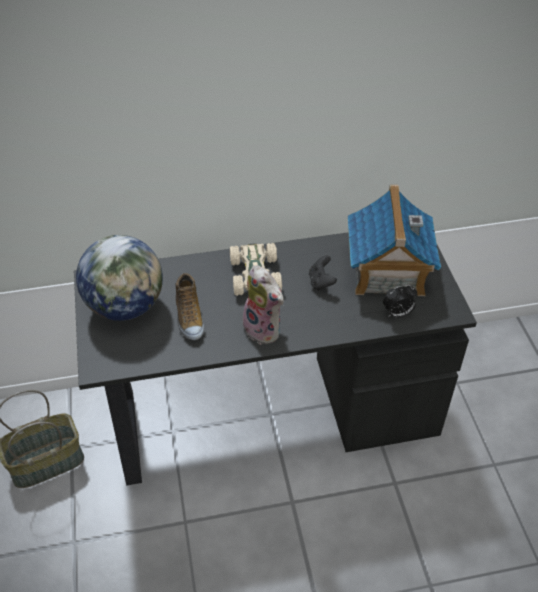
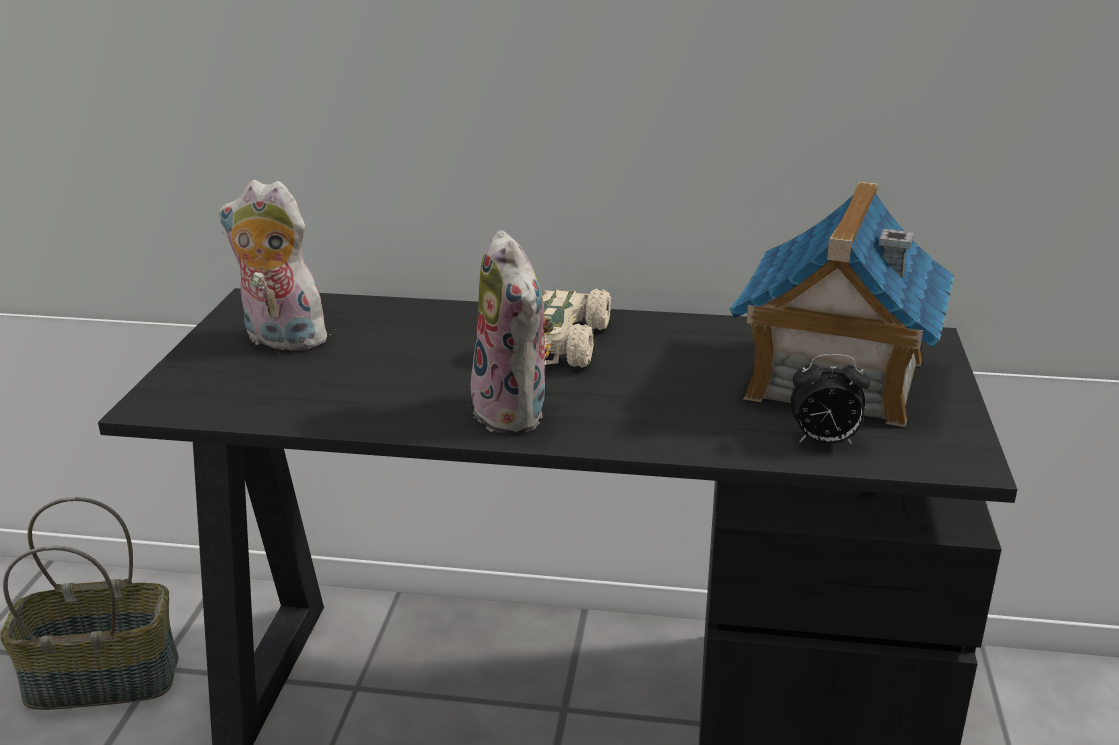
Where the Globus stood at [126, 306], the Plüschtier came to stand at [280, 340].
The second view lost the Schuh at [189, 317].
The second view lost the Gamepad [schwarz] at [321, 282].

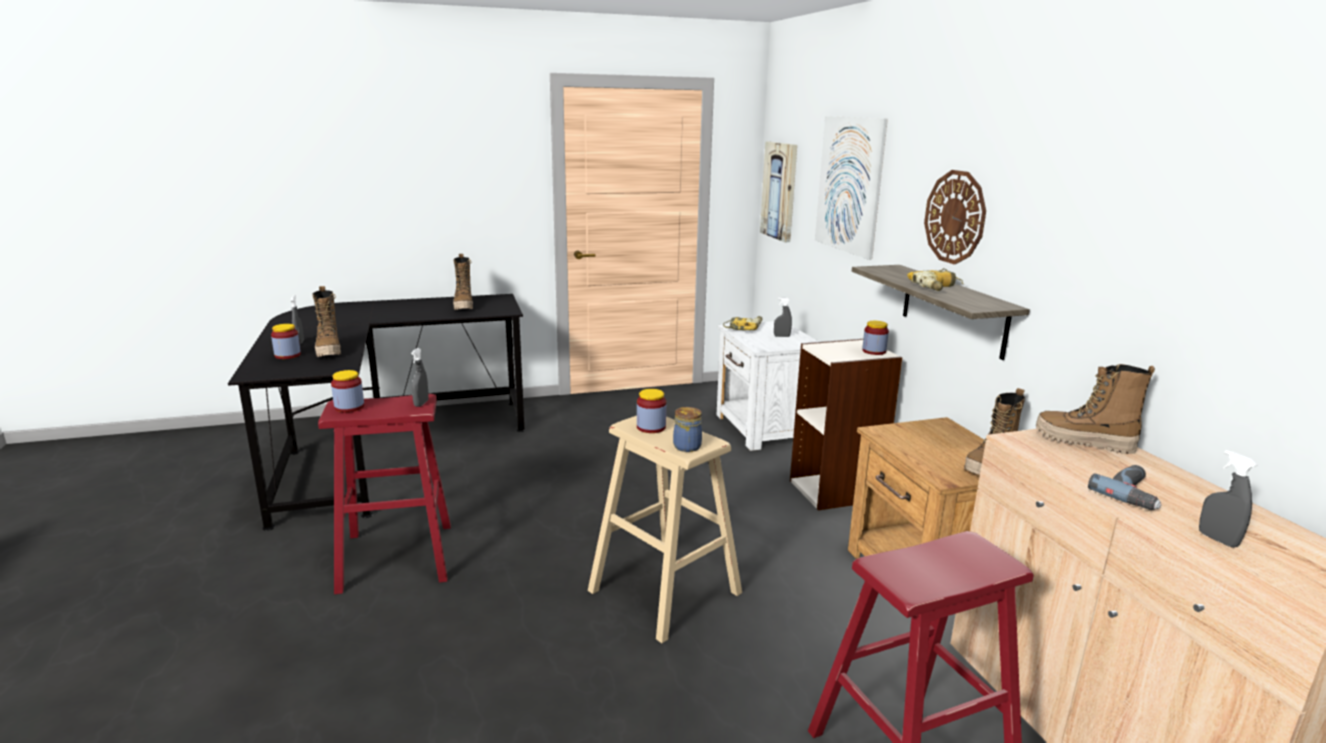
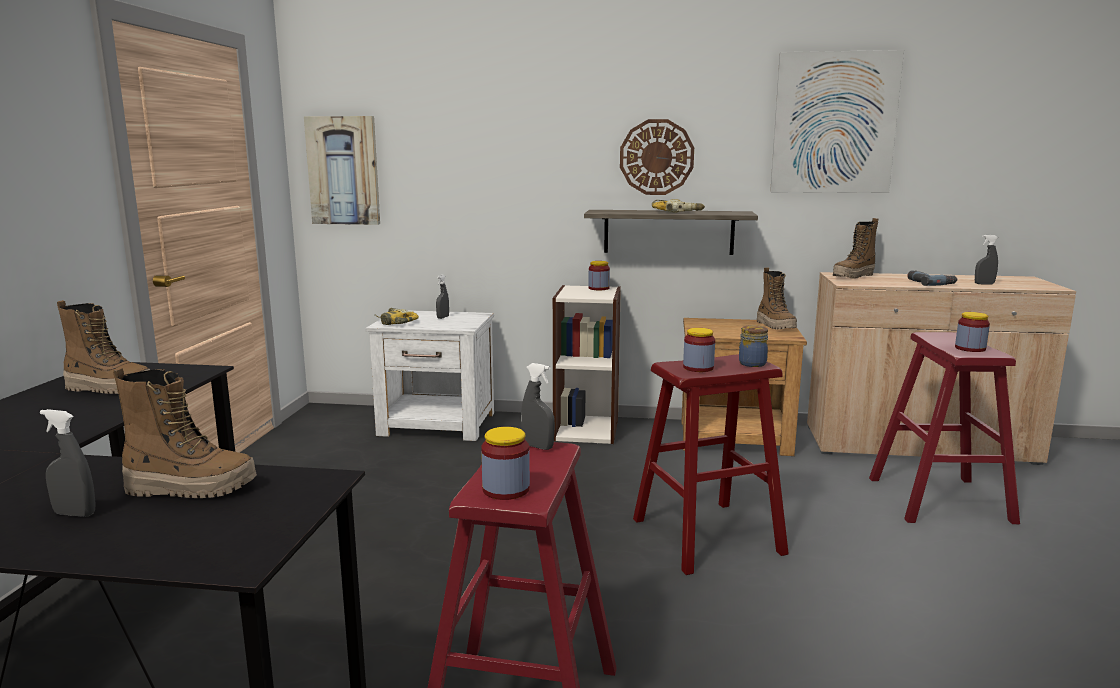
The Vorratsglas ended up elsewhere, having gone from [287, 355] to [970, 348].
What was the Hocker [beige] at [665, 592] turned into the Hocker [rot] at [707, 536].
The Bild ended up elsewhere, having gone from [849, 185] to [834, 123].

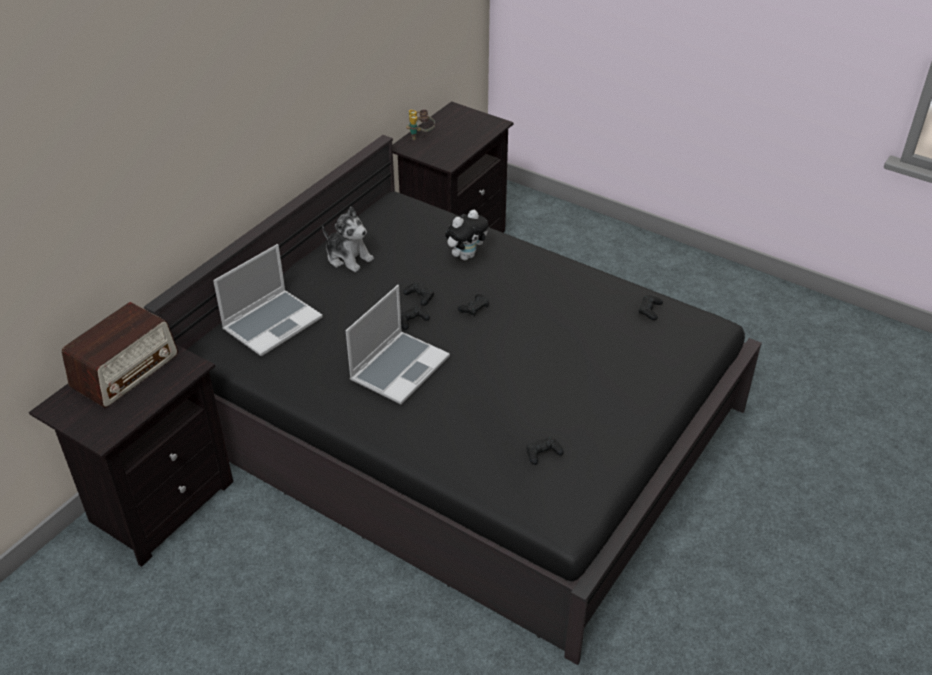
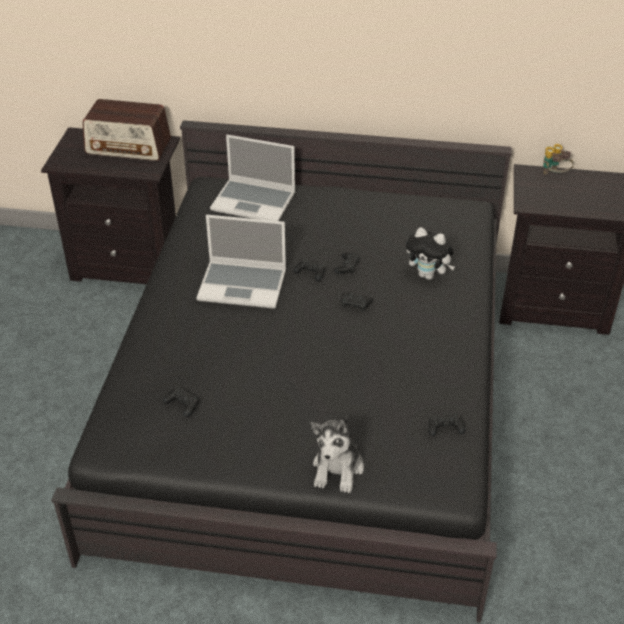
The Plüschtier ended up elsewhere, having gone from [348, 257] to [338, 468].

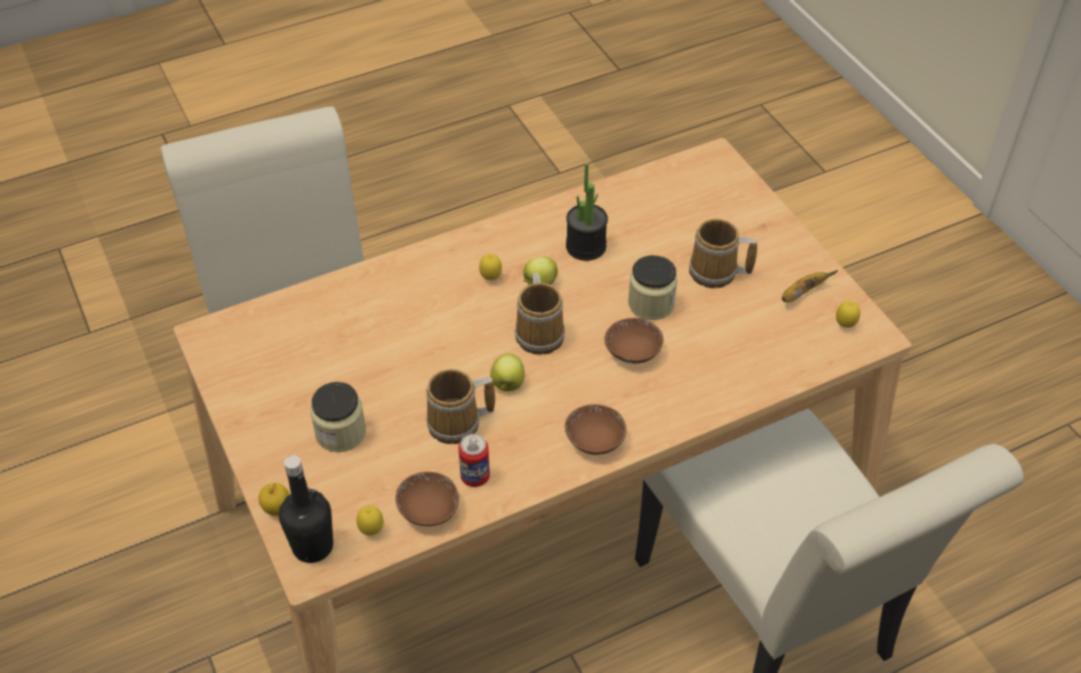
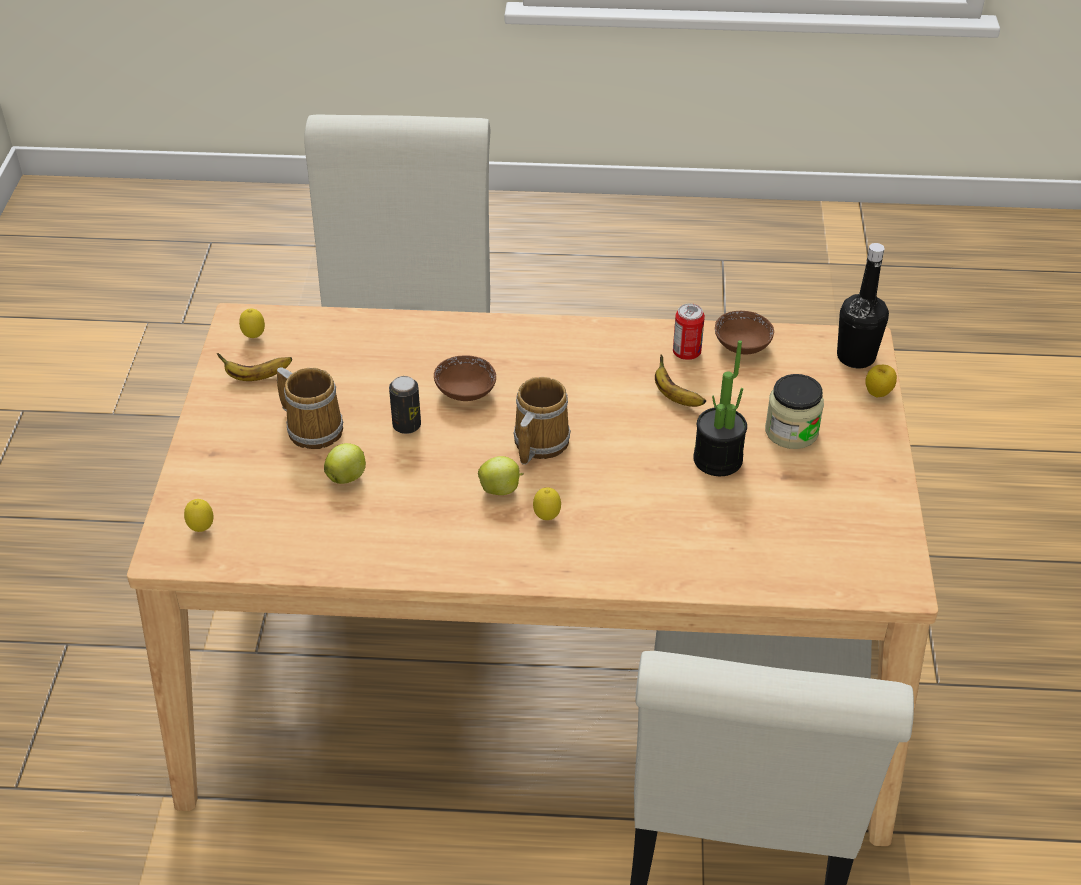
The Zitrone ended up elsewhere, having gone from [371, 531] to [202, 529].
Where the Henkelbecher stood at [458, 424], the Banane came to stand at [675, 397].
The Apfel ended up elsewhere, having gone from [507, 384] to [347, 477].
The second view lost the Schüssel [braun] at [594, 440].
The Topfpflanze ended up elsewhere, having gone from [586, 246] to [717, 459].
Where the Vorratsglas stood at [651, 304], the Dose came to stand at [406, 425].

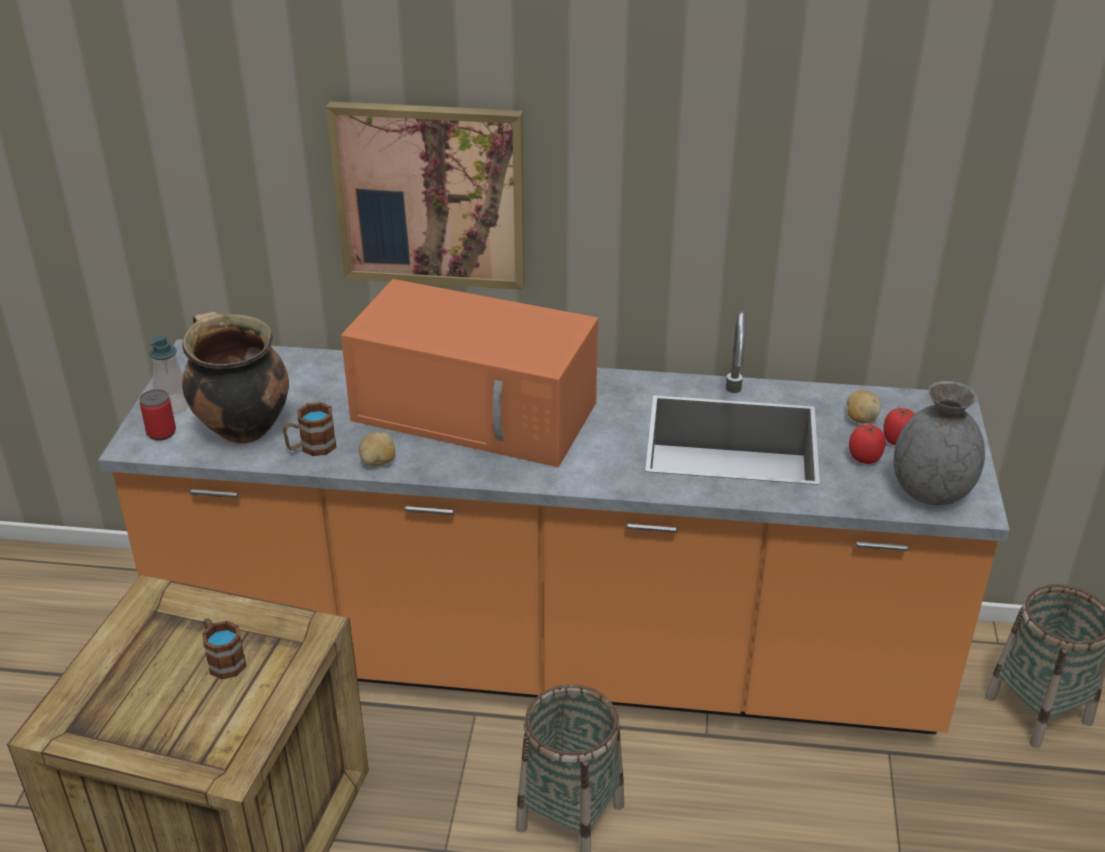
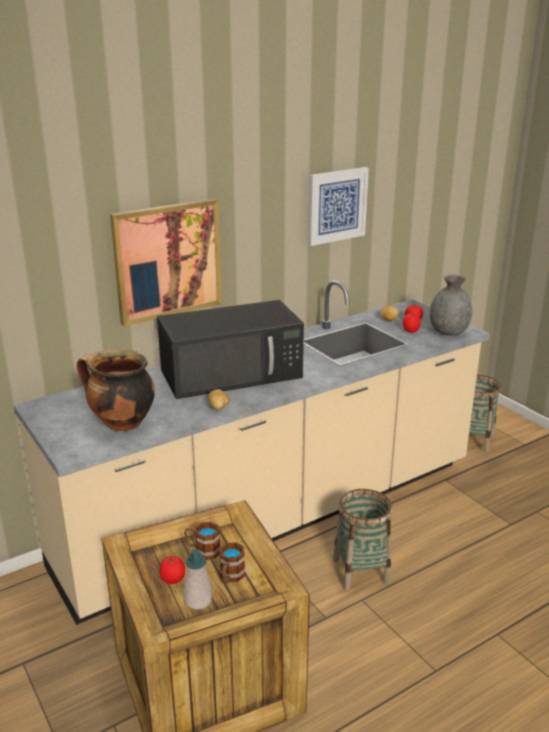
What was the Küchenzeile [orange] at [552, 658] turned into the Küchenzeile [beige] at [274, 516].
The second view lost the Dose at [161, 432].
The Seifenspender ended up elsewhere, having gone from [174, 405] to [198, 601].
The Henkelbecher ended up elsewhere, having gone from [311, 448] to [230, 577].
What was the Mikrowelle [orange] at [478, 411] turned into the Mikrowelle [schwarz] at [233, 373].
The second view gained the Tomate at [173, 580].
The second view gained the Bild at [336, 205].

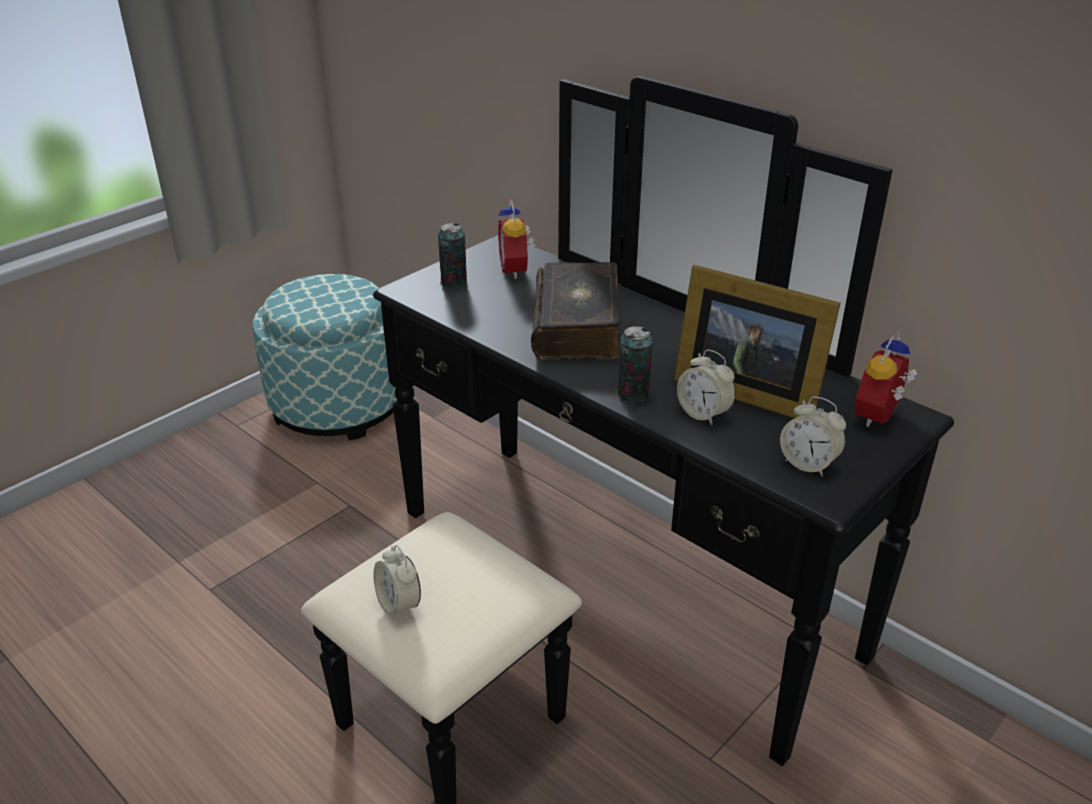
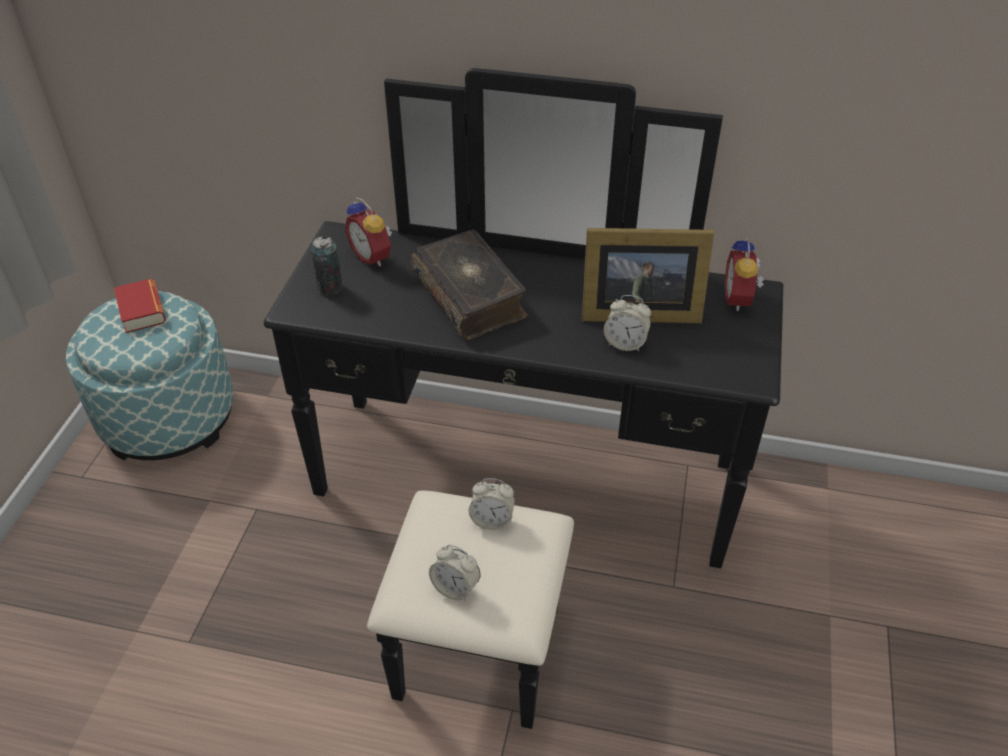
The second view lost the Dose at [633, 394].
The Wecker ended up elsewhere, having gone from [808, 464] to [492, 520].
The second view gained the Buch at [142, 310].

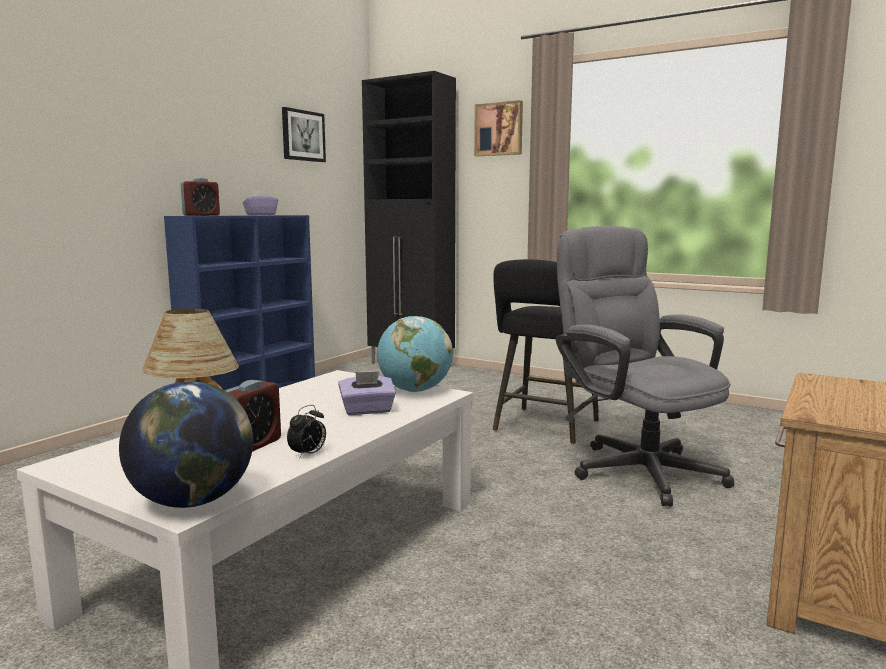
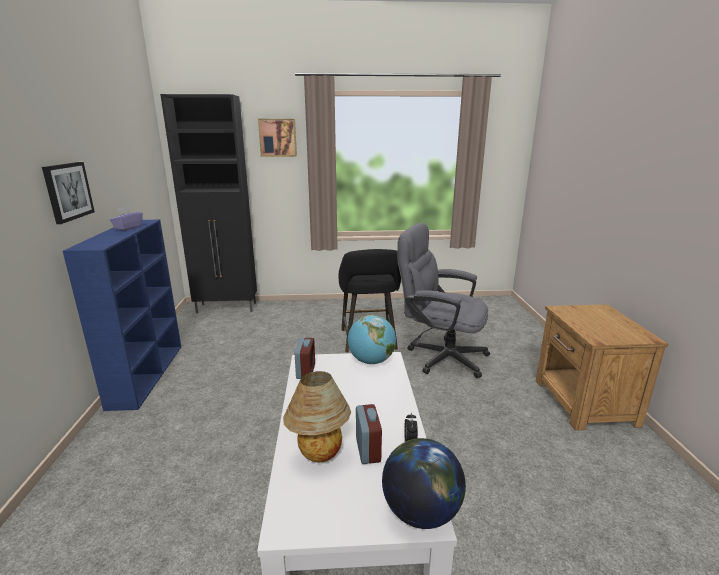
The Wecker ended up elsewhere, having gone from [201, 215] to [306, 371].
The Bild ended up elsewhere, having gone from [303, 135] to [68, 191].
The second view lost the Taschentuchbox [lila] at [367, 410].

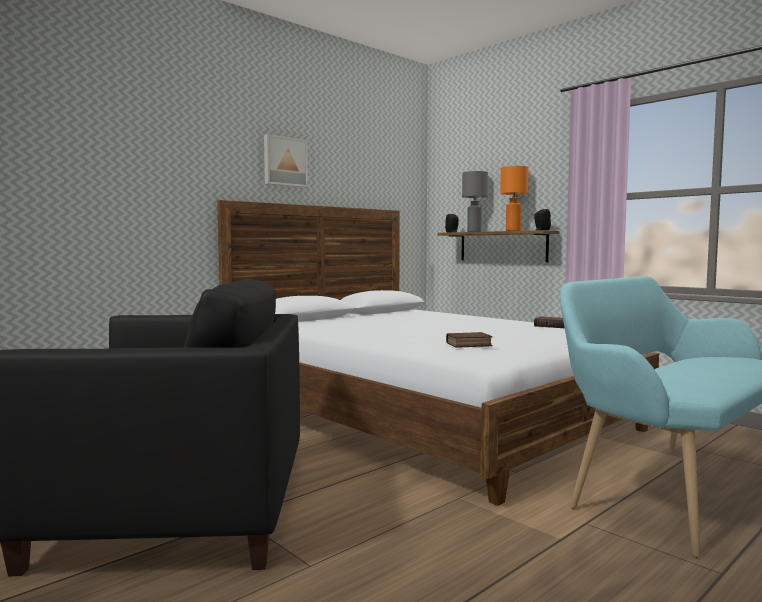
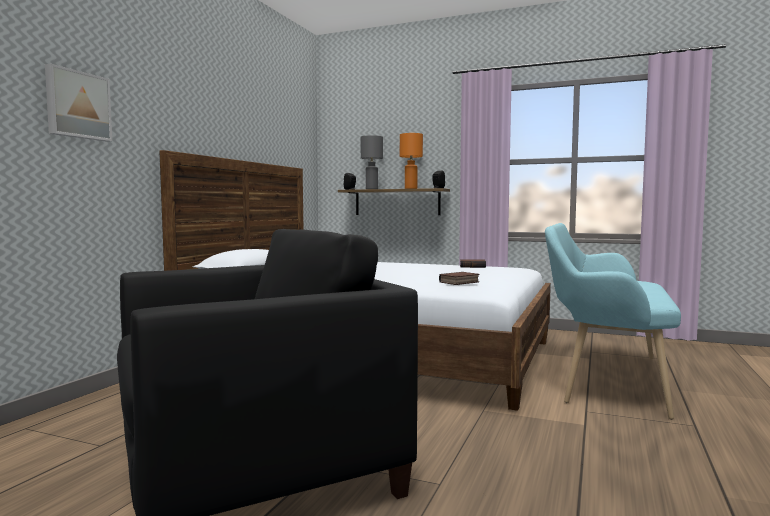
The Bild ended up elsewhere, having gone from [284, 161] to [77, 105].

